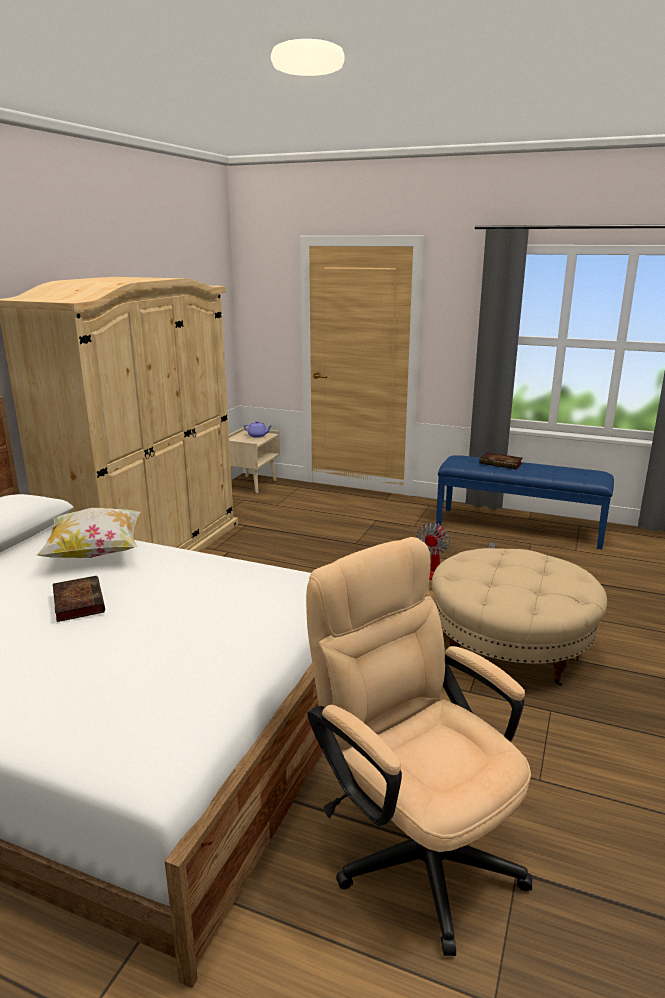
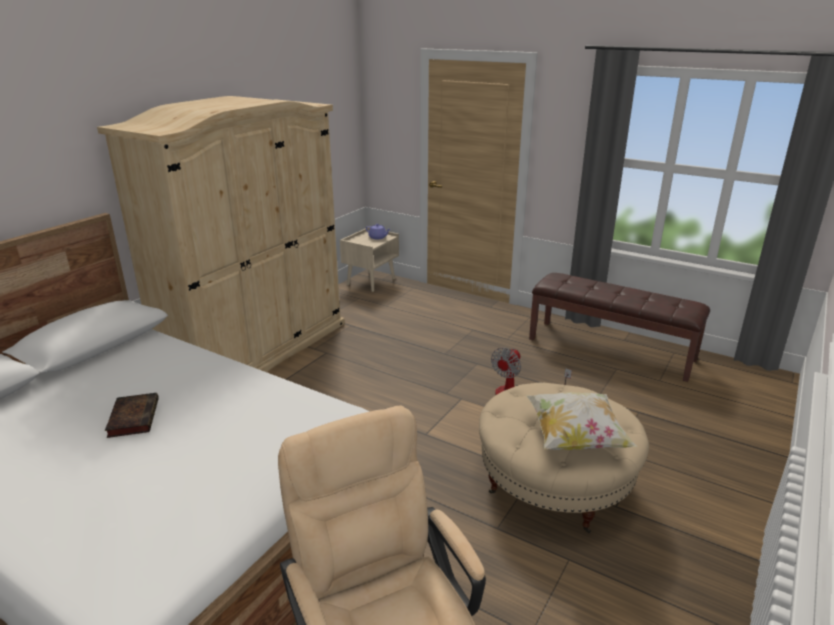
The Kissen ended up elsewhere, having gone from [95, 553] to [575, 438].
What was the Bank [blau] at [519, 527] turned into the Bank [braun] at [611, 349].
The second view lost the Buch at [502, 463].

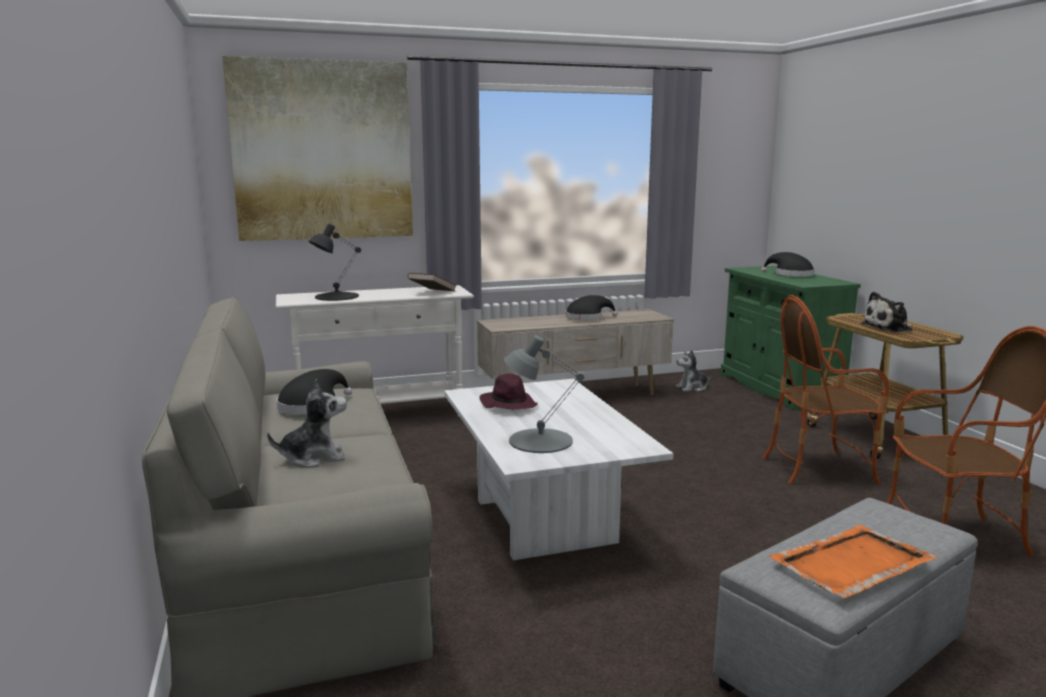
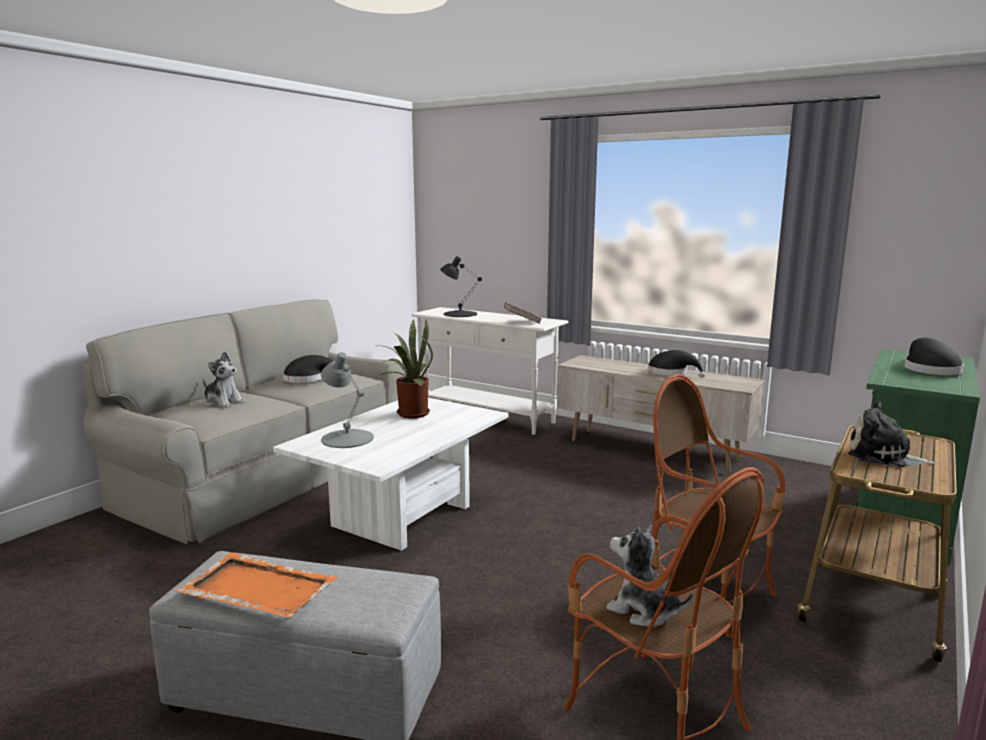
The second view lost the Bild at [323, 151].
Where the Hut [lila] stood at [508, 404], the Topfpflanze came to stand at [409, 414].
The Plüschtier ended up elsewhere, having gone from [692, 388] to [643, 611].

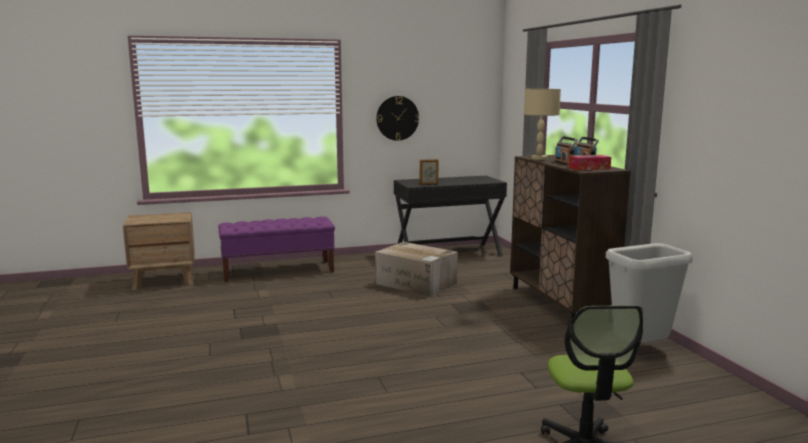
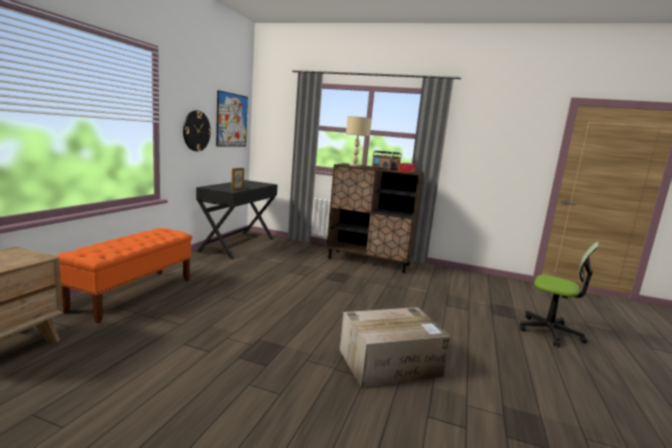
What was the Bank [lila] at [278, 271] turned into the Bank [orange] at [133, 294].
The Karton ended up elsewhere, having gone from [417, 283] to [390, 362].
The second view lost the Mülleimer [grau] at [640, 350].
The second view gained the Bild at [232, 120].

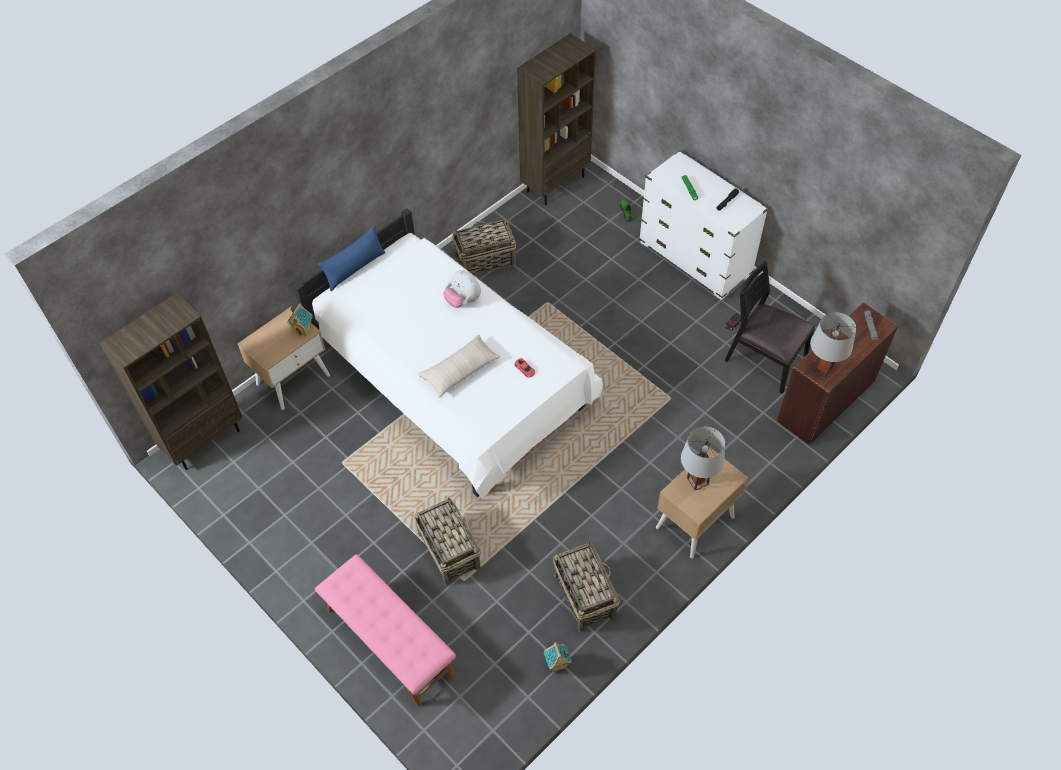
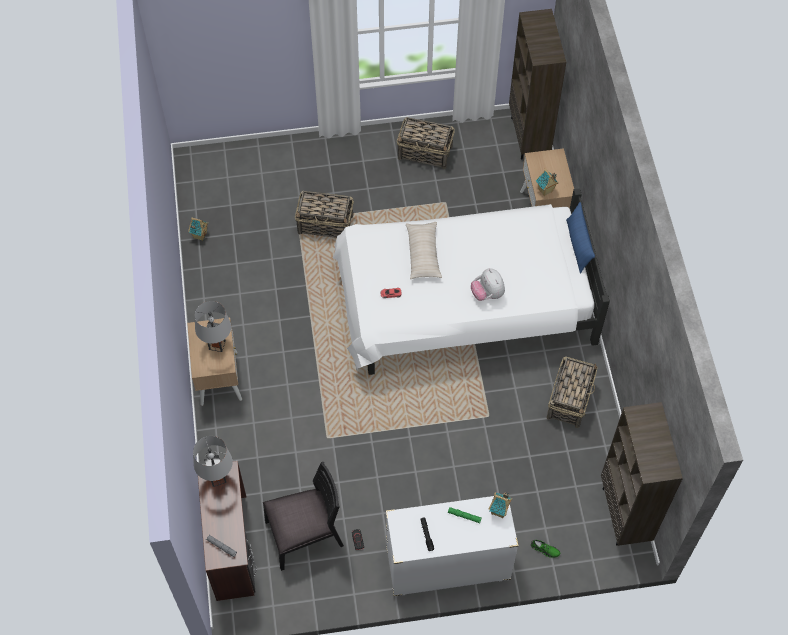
The second view lost the Bank [rosa] at [389, 641].
The Plüschtier at [463, 300] ended up facing another way, 105 degrees counterclockwise from before.
The Korb ended up elsewhere, having gone from [584, 595] to [425, 153].
The second view gained the Spielzeughaus at [499, 511].

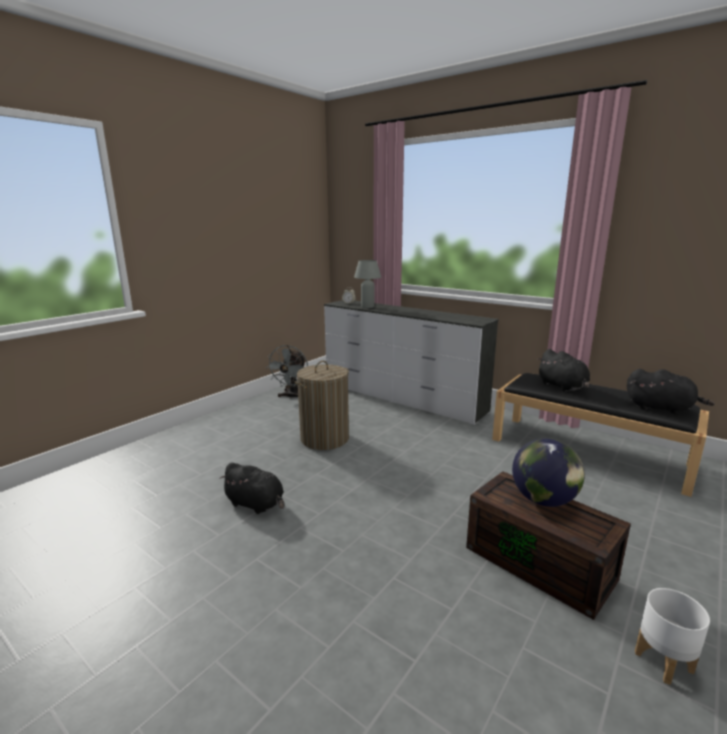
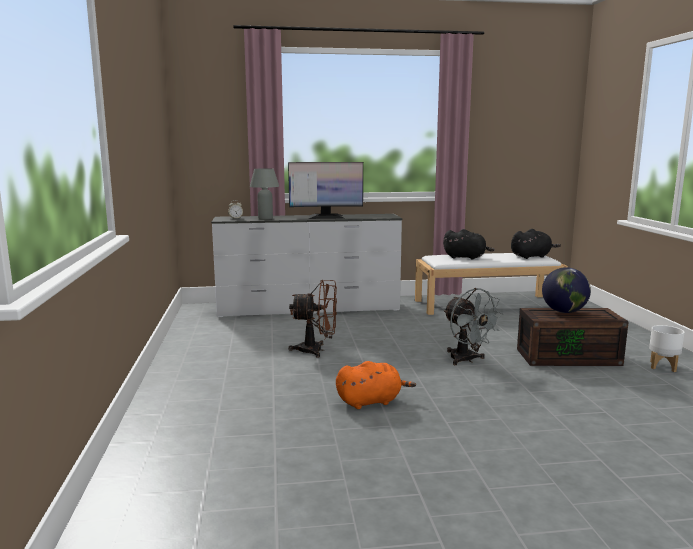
What was the Plüschtier [schwarz] at [256, 504] turned into the Plüschtier [orange] at [371, 401].
The Ventilator [grau] ended up elsewhere, having gone from [292, 397] to [467, 360].
Where the Wäschekorb stood at [325, 438], the Ventilator [braun] came to stand at [317, 350].
What was the Bank [schwarz] at [589, 451] turned into the Bank [weiß] at [488, 304].
The second view gained the Monitor at [326, 217].

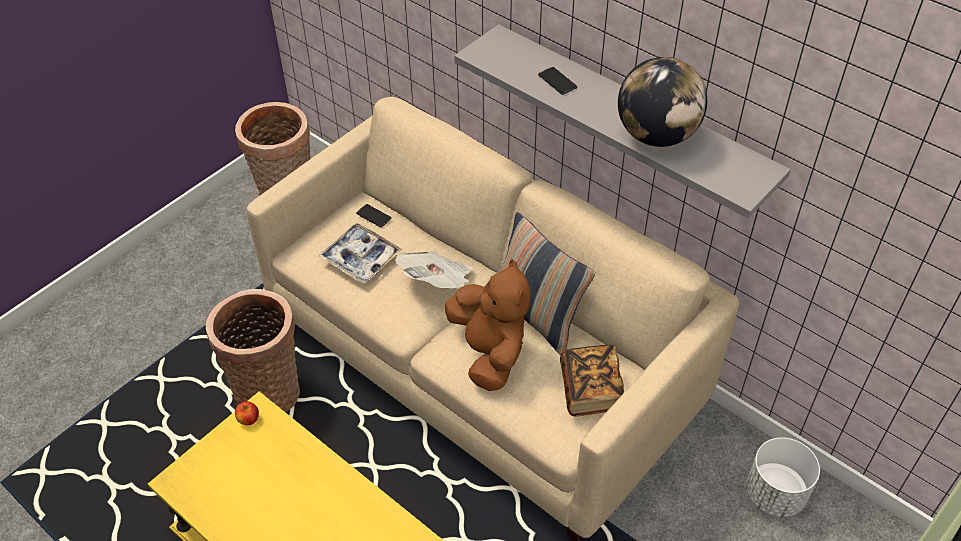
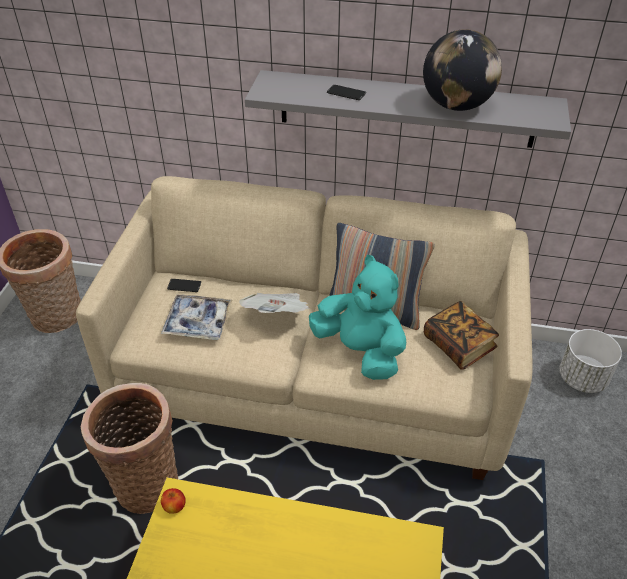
What was the Plüschtier [braun] at [489, 352] turned into the Plüschtier [türkis] at [360, 351].

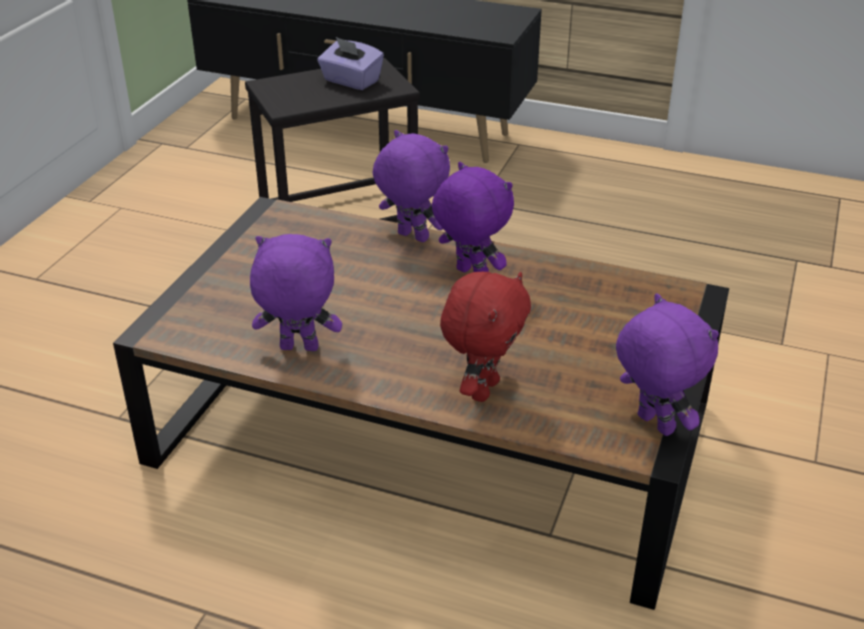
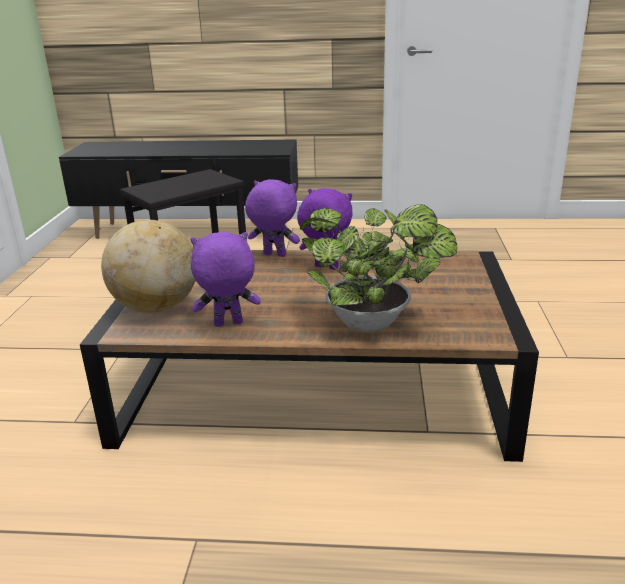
The second view lost the Taschentuchbox [lila] at [351, 81].
Where the Plüschtier [rot] stood at [482, 389], the Topfpflanze came to stand at [374, 324].
The second view lost the Plüschtier [lila] at [653, 425].
The second view gained the Globus at [157, 307].

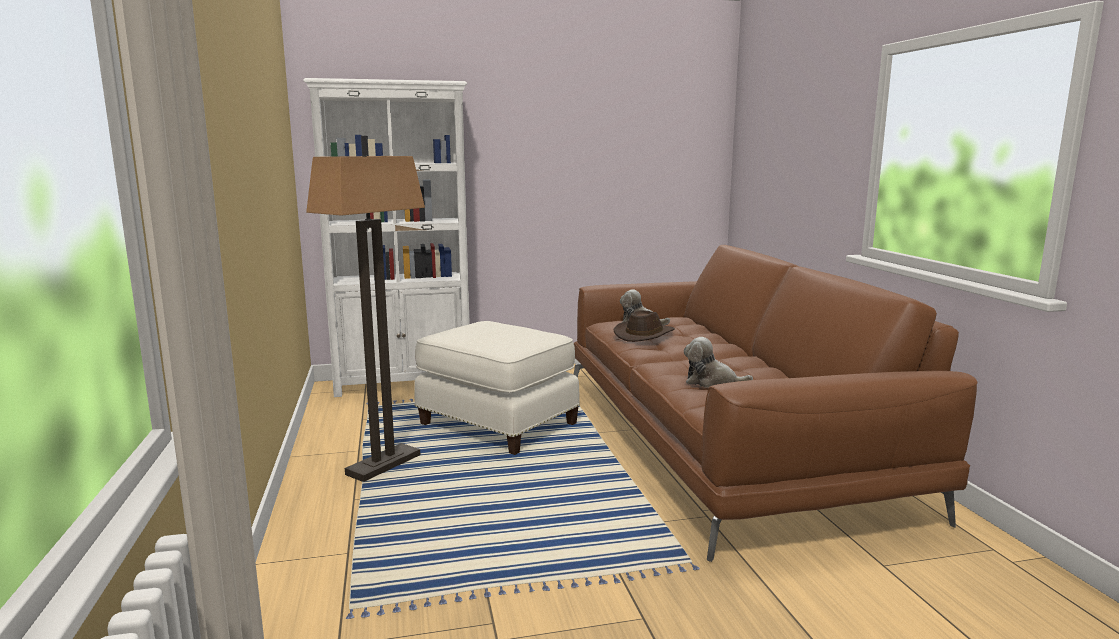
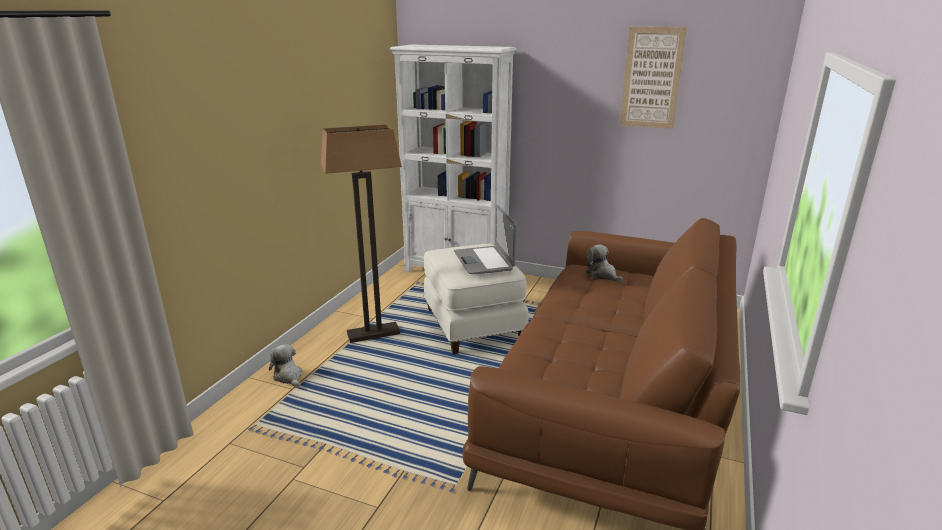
The second view lost the Hut [braun] at [644, 335].
The Plüschtier ended up elsewhere, having gone from [712, 382] to [288, 376].
The second view gained the Laptop at [484, 261].
The second view gained the Bild at [651, 78].

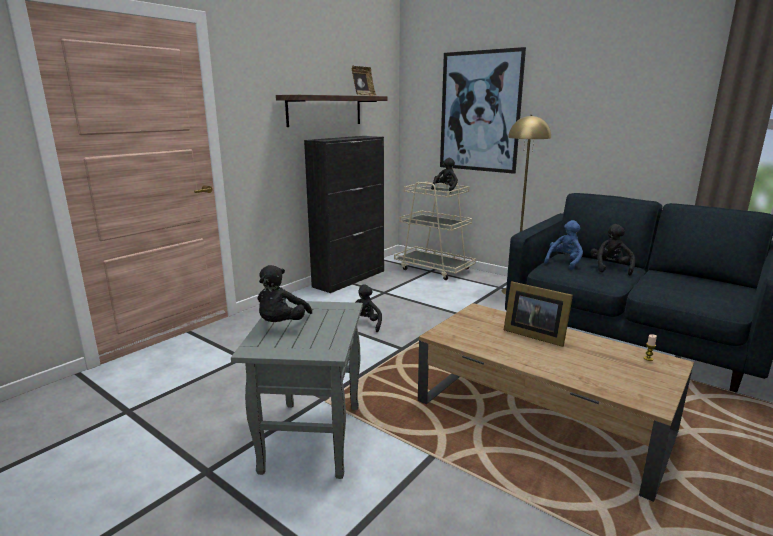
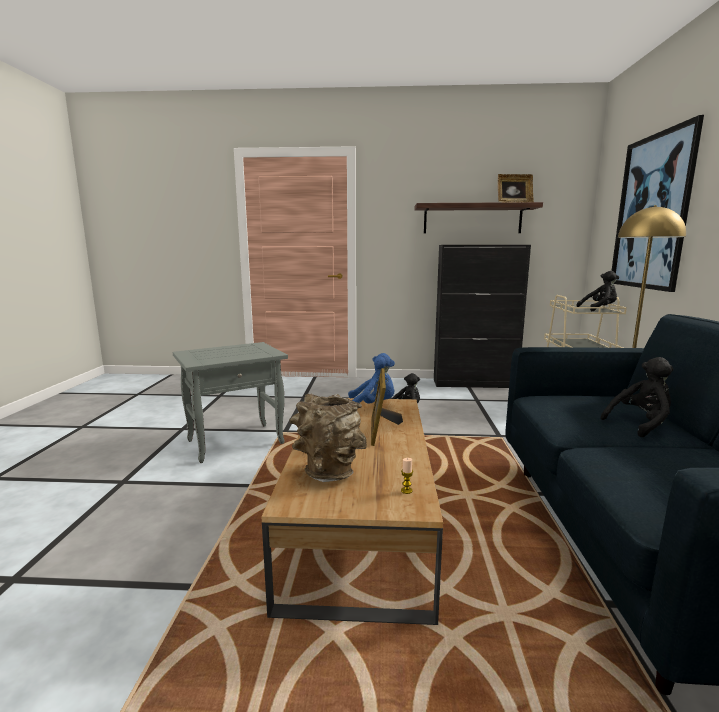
The second view lost the Plüschtier [schwarz] at [281, 324].
The Plüschtier [blau] ended up elsewhere, having gone from [564, 262] to [373, 405].
The second view gained the Vase [braun] at [328, 471].

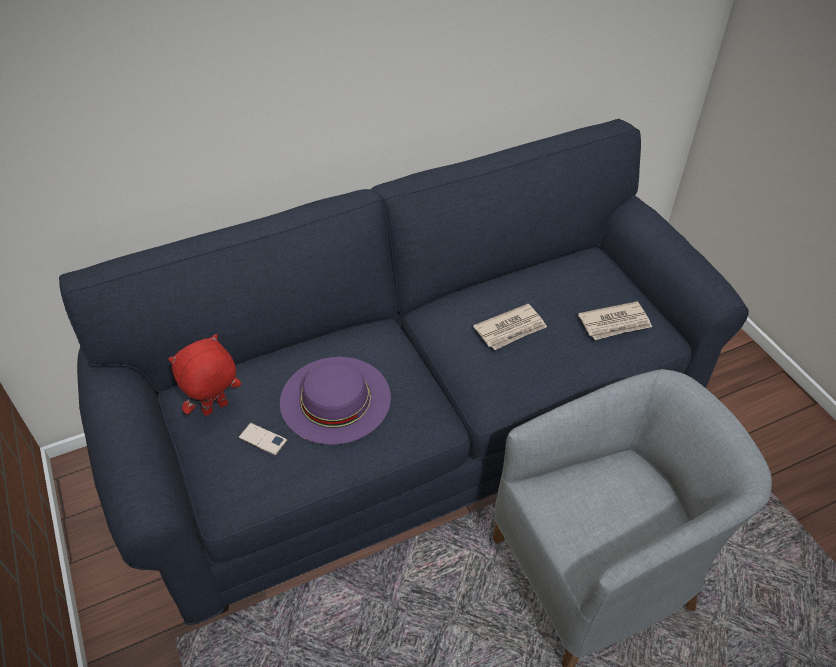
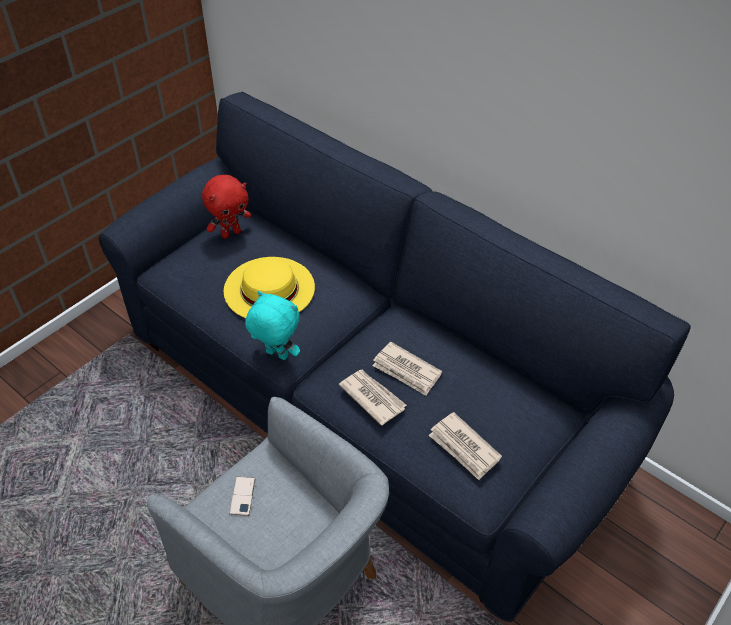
The Plüschtier [rot] at [215, 409] ended up facing another way, 120 degrees clockwise from before.
The Handy ended up elsewhere, having gone from [263, 439] to [242, 496].
What was the Hut [lila] at [335, 399] turned into the Hut [gelb] at [269, 288].
The second view gained the Plüschtier [türkis] at [276, 355].
The second view gained the Zeitung at [372, 397].

